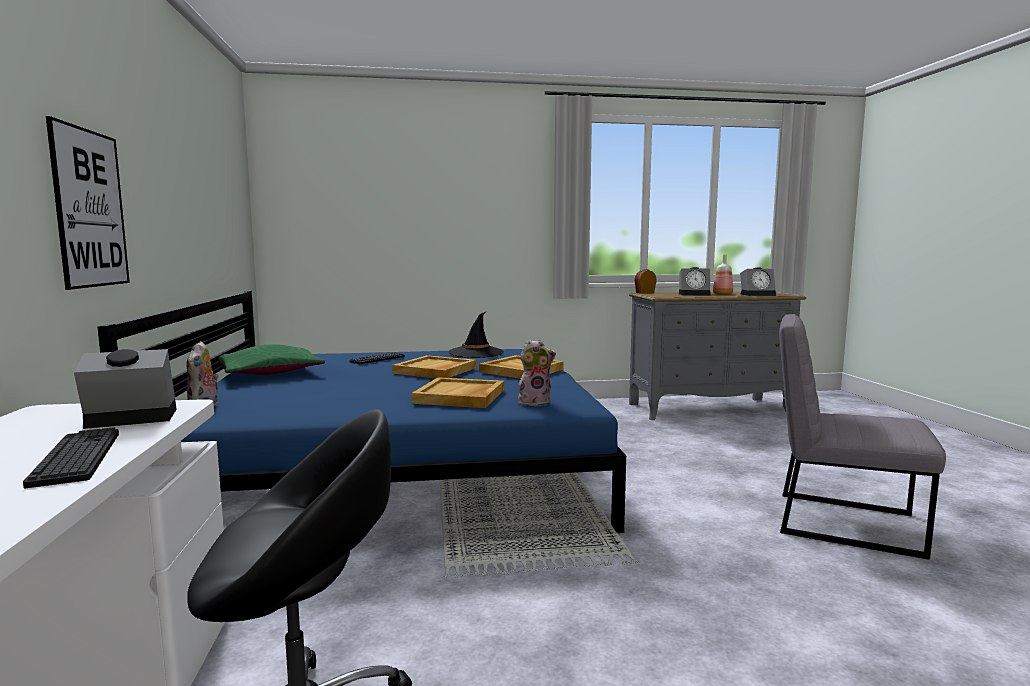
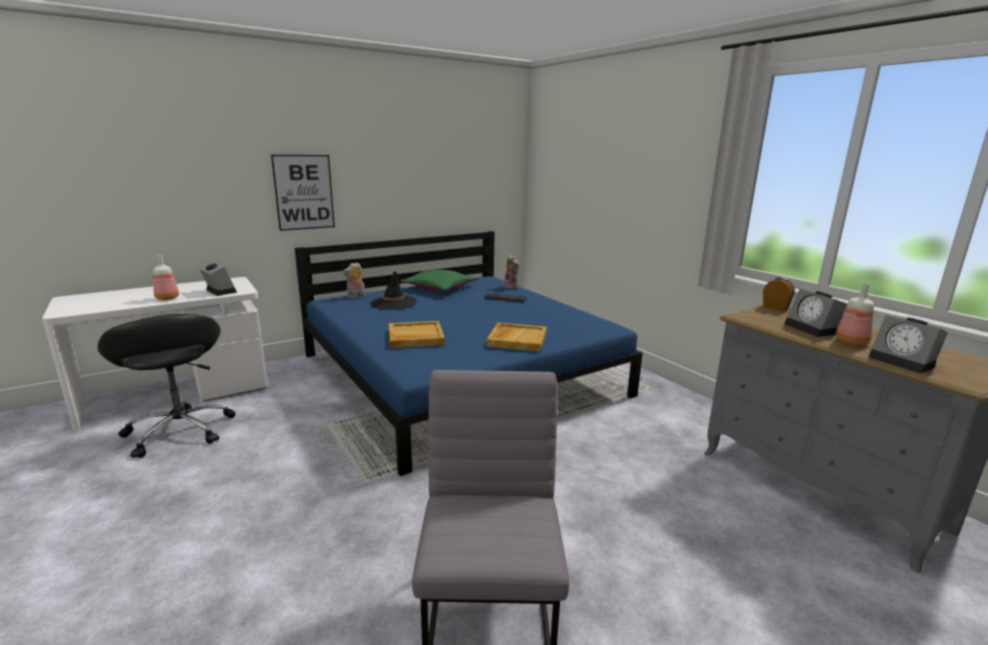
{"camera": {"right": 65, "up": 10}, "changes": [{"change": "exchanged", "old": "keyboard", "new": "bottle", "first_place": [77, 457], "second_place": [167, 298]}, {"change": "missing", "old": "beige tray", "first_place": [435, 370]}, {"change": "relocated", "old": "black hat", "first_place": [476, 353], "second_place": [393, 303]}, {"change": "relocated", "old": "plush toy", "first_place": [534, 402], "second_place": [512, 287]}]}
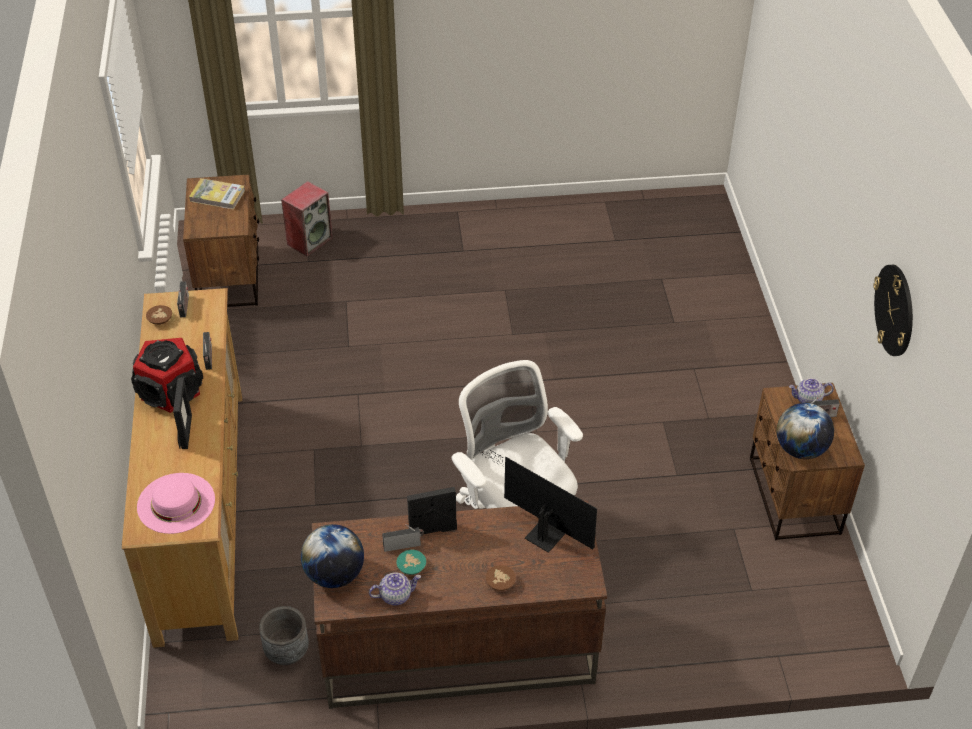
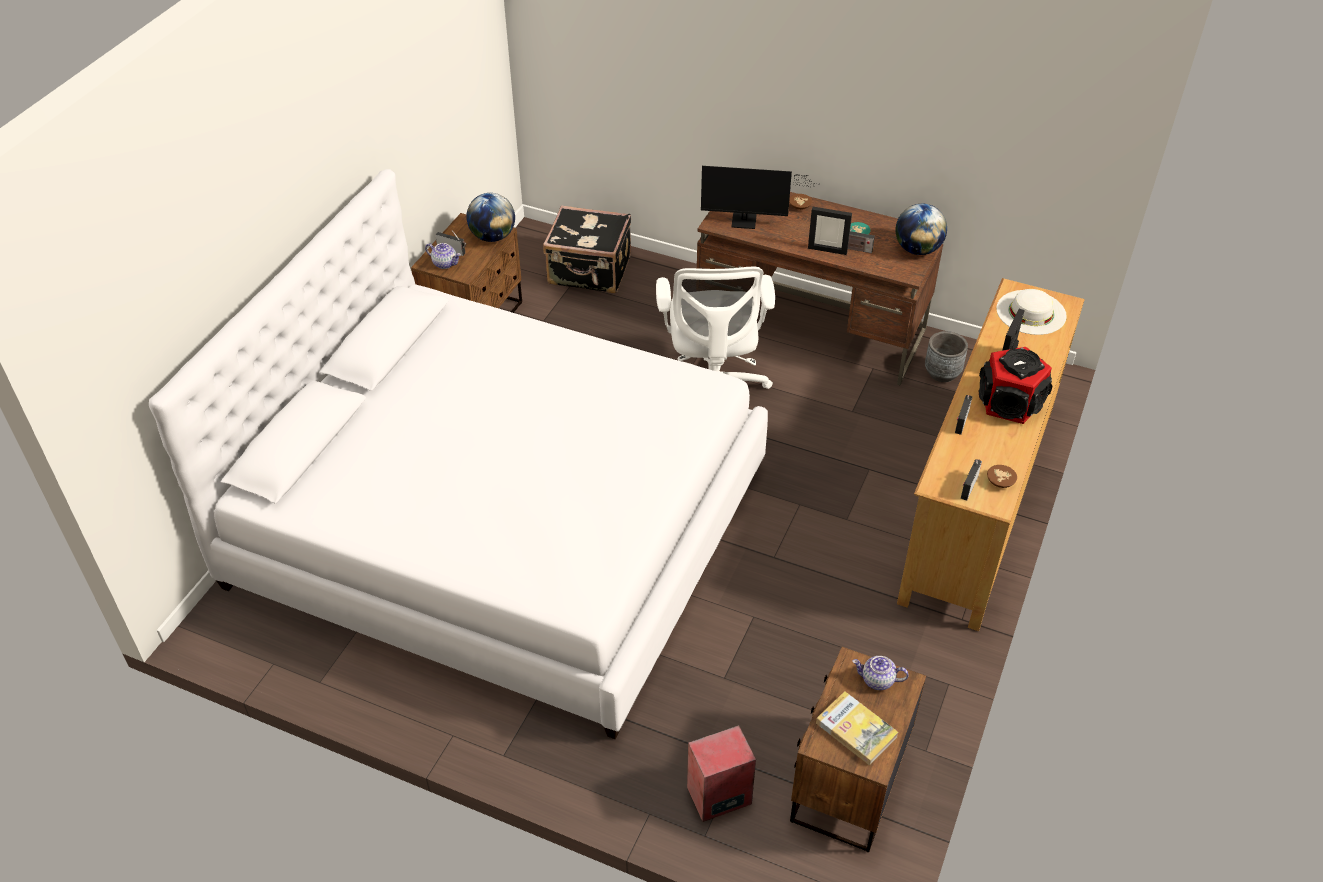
{"camera": {"right": -150, "up": 0}, "changes": [{"change": "colour", "old": "pink hat", "new": "white hat", "first_place": [176, 503], "second_place": [1031, 312]}, {"change": "relocated", "old": "teapot", "first_place": [395, 595], "second_place": [877, 680]}, {"change": "spun", "old": "monitor", "first_place": [541, 532], "second_place": [748, 222], "degrees": -60}, {"change": "missing", "old": "wall clock", "first_place": [895, 310]}, {"change": "appeared", "new": "white bed", "second_place": [500, 525]}, {"change": "appeared", "new": "black suitcase", "second_place": [589, 271]}]}
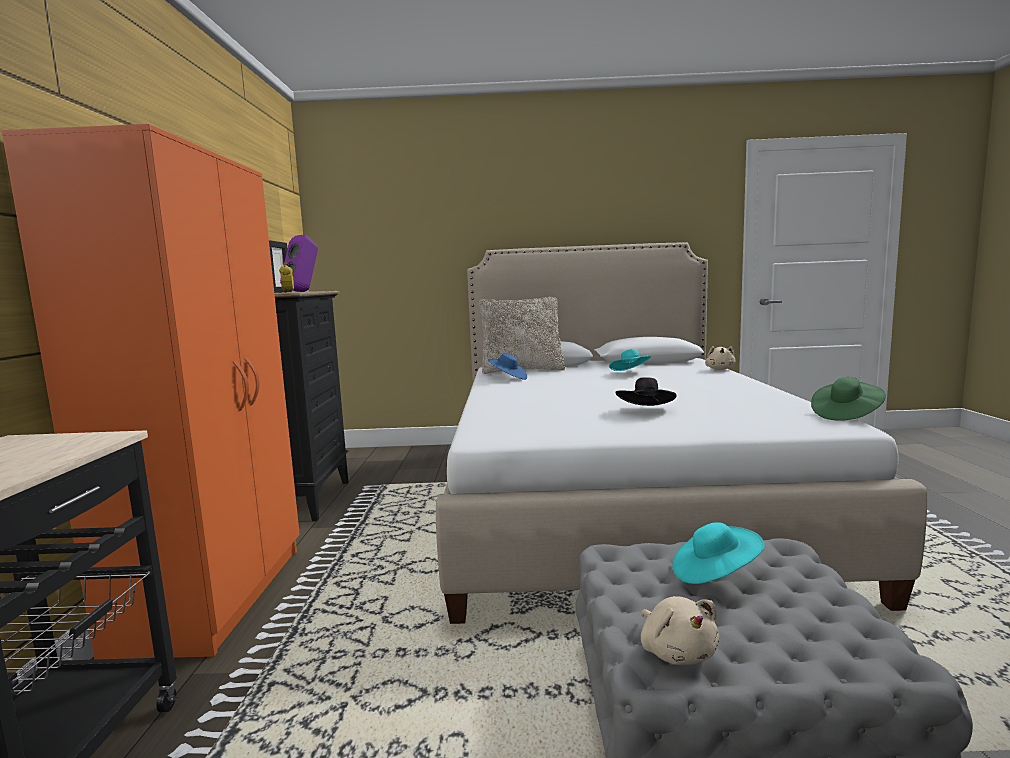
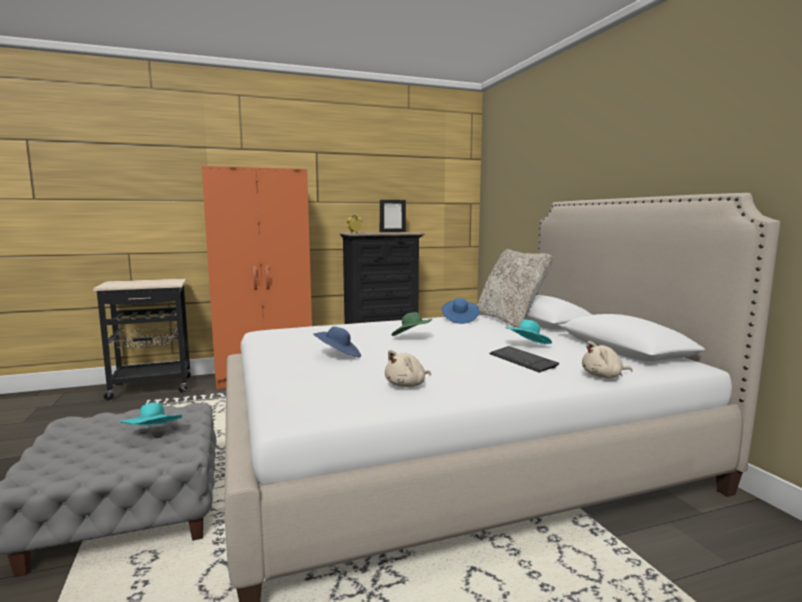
{"camera": {"right": 70, "up": 0}, "changes": [{"change": "missing", "old": "purple speaker", "first_place": [303, 291]}, {"change": "colour", "old": "black hat", "new": "blue hat", "first_place": [646, 411], "second_place": [338, 356]}, {"change": "relocated", "old": "beige plush toy", "first_place": [676, 652], "second_place": [407, 385]}, {"change": "relocated", "old": "green hat", "first_place": [845, 415], "second_place": [412, 337]}, {"change": "appeared", "new": "keyboard", "second_place": [522, 360]}]}
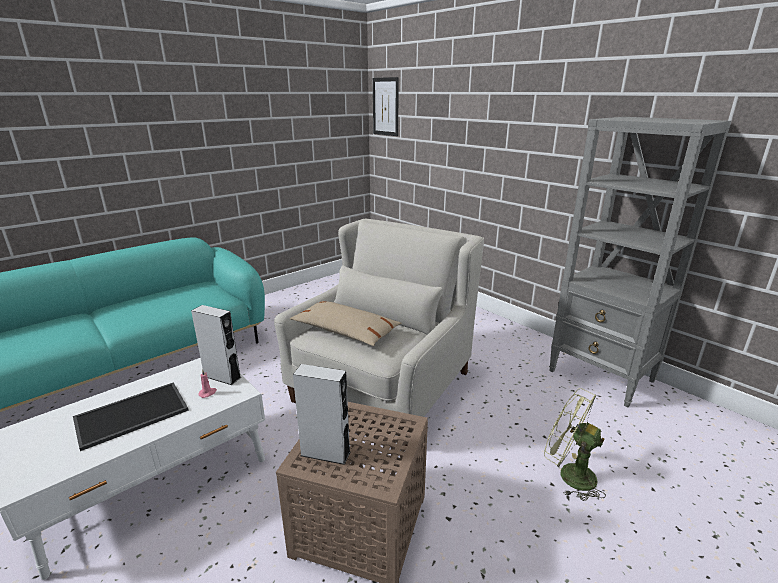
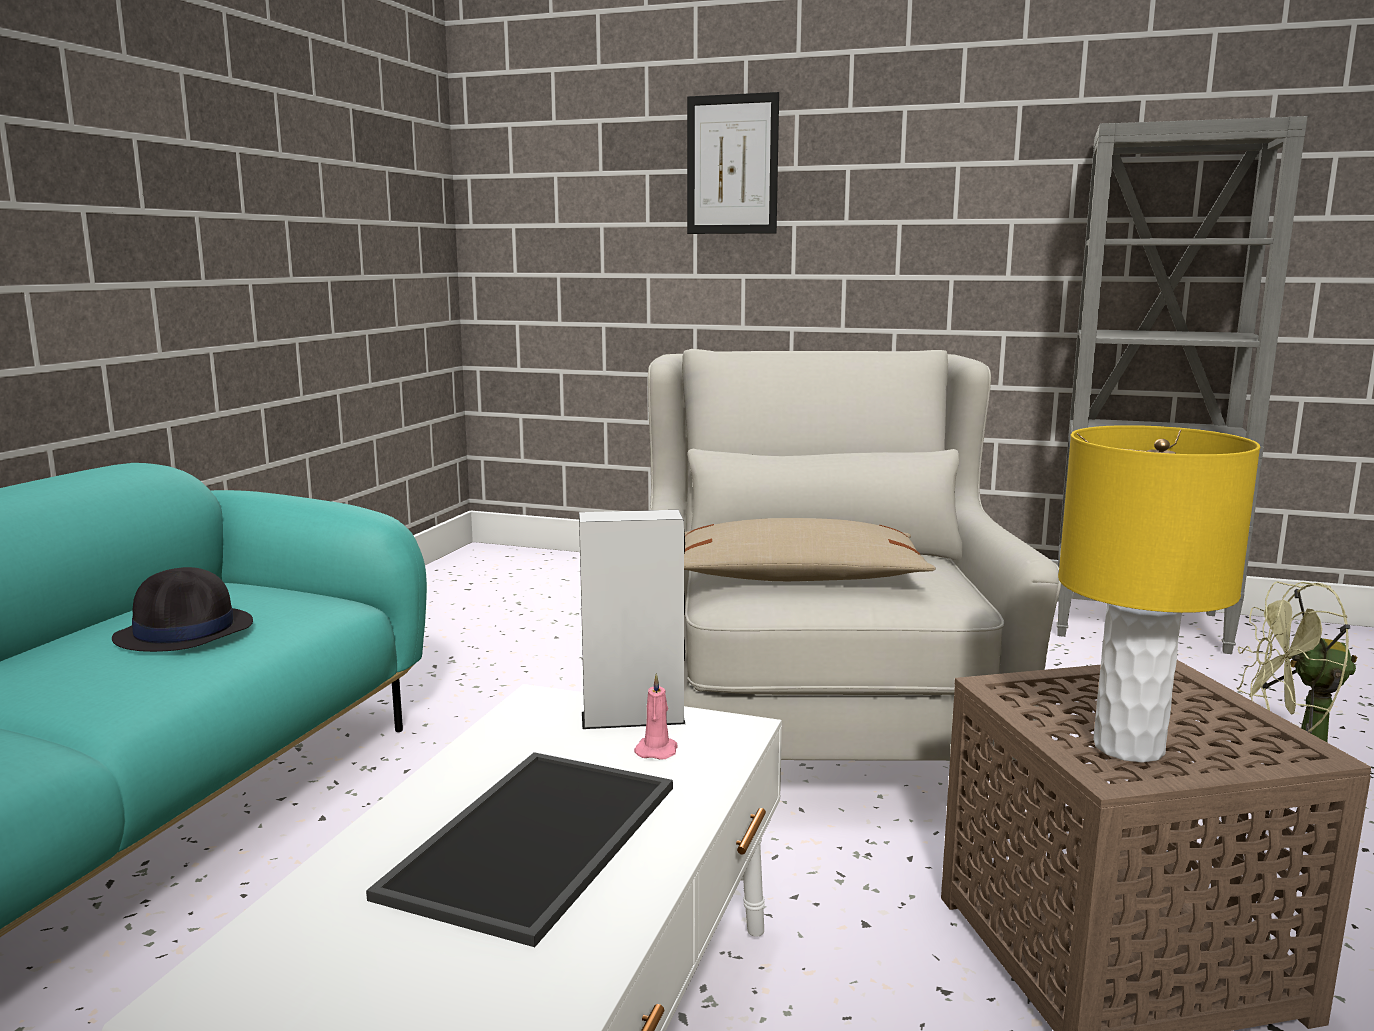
{"camera": {"right": -30, "up": -10}, "changes": [{"change": "exchanged", "old": "grey speaker", "new": "yellow table lamp", "first_place": [325, 453], "second_place": [1127, 747]}, {"change": "relocated", "old": "picture", "first_place": [385, 106], "second_place": [732, 165]}, {"change": "appeared", "new": "black hat", "second_place": [185, 632]}]}
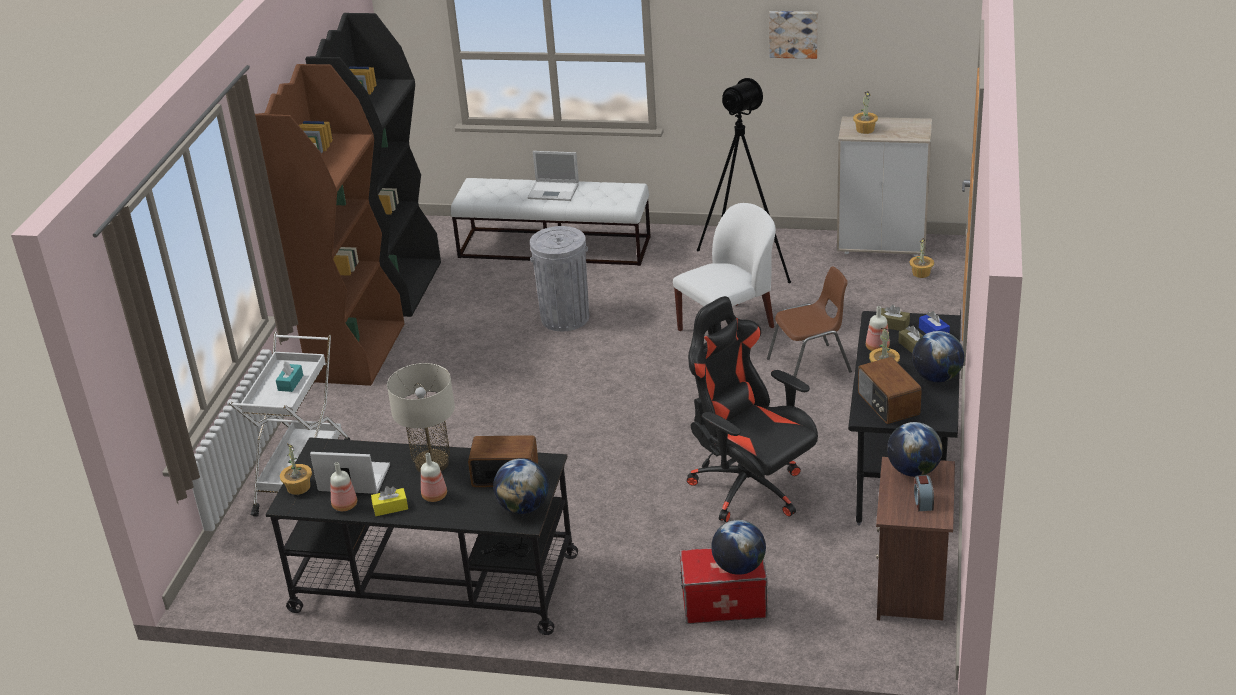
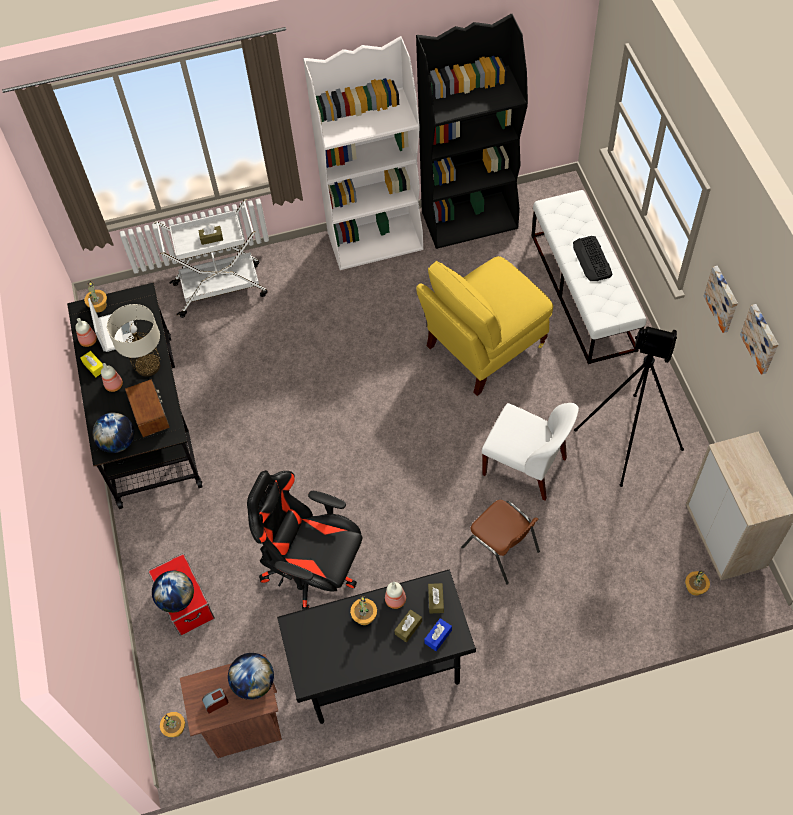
{"camera": {"right": 65, "up": 25}, "changes": [{"change": "colour", "old": "brown bookcase", "new": "white bookcase", "first_place": [357, 352], "second_place": [375, 240]}, {"change": "colour", "old": "turquoise tissue box", "new": "brown tissue box", "first_place": [290, 383], "second_place": [211, 238]}, {"change": "exchanged", "old": "laptop", "new": "keyboard", "first_place": [554, 191], "second_place": [592, 259]}, {"change": "exchanged", "old": "grey trash can", "new": "yellow chair", "first_place": [565, 318], "second_place": [484, 347]}, {"change": "spun", "old": "black office chair", "first_place": [753, 493], "second_place": [316, 572], "degrees": -90}, {"change": "relocated", "old": "potted plant", "first_place": [865, 129], "second_place": [175, 728]}, {"change": "missing", "old": "radio", "first_place": [887, 404]}, {"change": "missing", "old": "globe", "first_place": [937, 377]}, {"change": "appeared", "new": "picture", "second_place": [723, 298]}]}
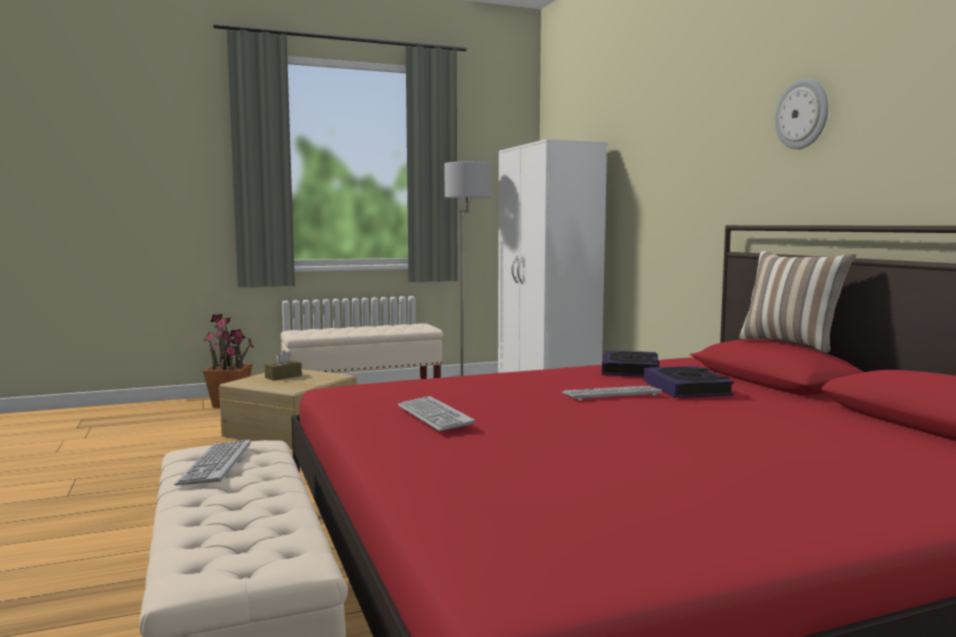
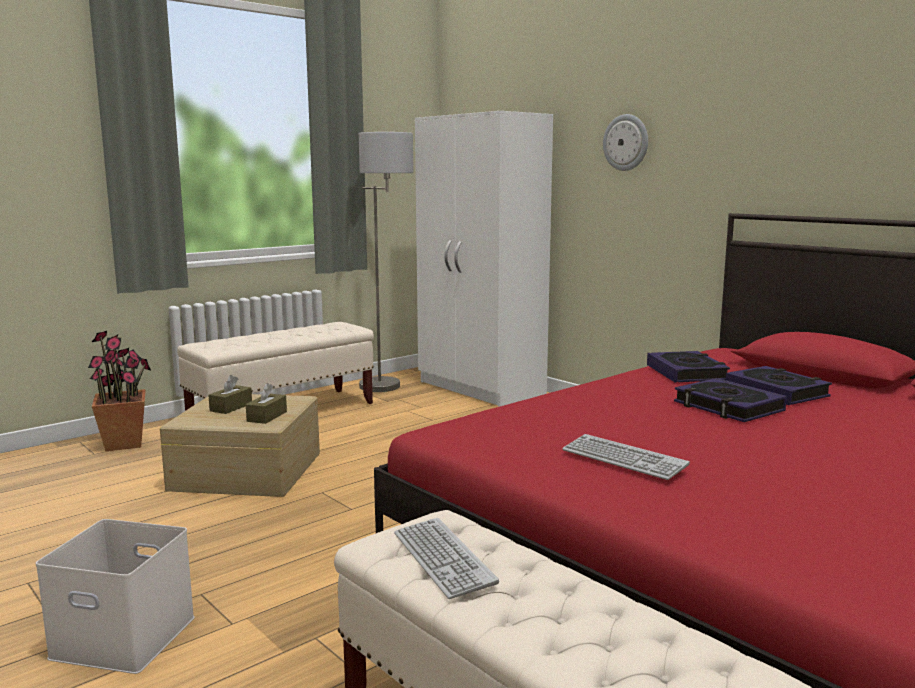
{"camera": {"right": -20, "up": 5}, "changes": [{"change": "exchanged", "old": "keyboard", "new": "book", "first_place": [611, 394], "second_place": [728, 407]}, {"change": "missing", "old": "pillow", "first_place": [792, 343]}, {"change": "relocated", "old": "wall clock", "first_place": [802, 114], "second_place": [626, 142]}, {"change": "appeared", "new": "white storage box", "second_place": [120, 638]}, {"change": "appeared", "new": "brown tissue box", "second_place": [267, 416]}]}
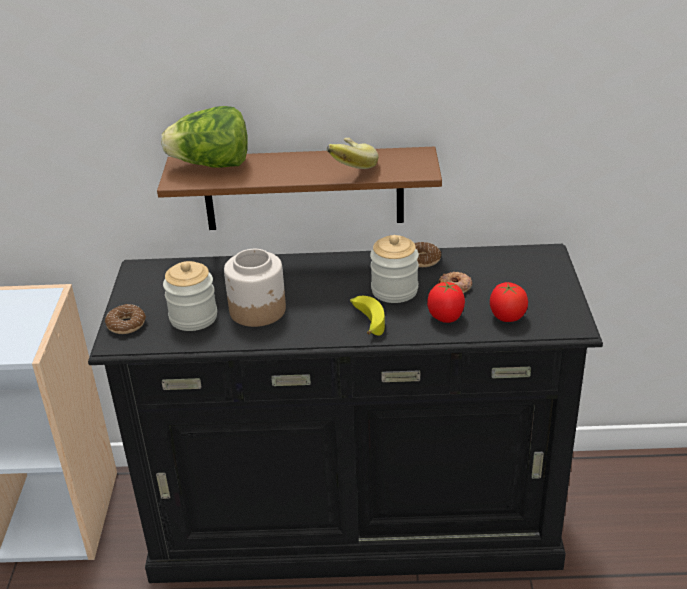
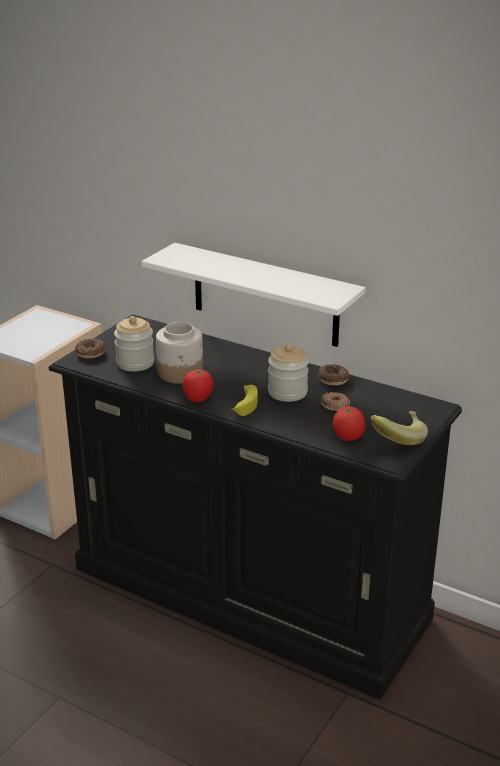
{"camera": {"right": 30, "up": -5}, "changes": [{"change": "colour", "old": "brown shelf", "new": "white shelf", "first_place": [303, 189], "second_place": [265, 295]}, {"change": "missing", "old": "lettuce", "first_place": [212, 165]}, {"change": "relocated", "old": "banana", "first_place": [347, 168], "second_place": [397, 438]}, {"change": "relocated", "old": "tomato", "first_place": [446, 317], "second_place": [197, 398]}]}
